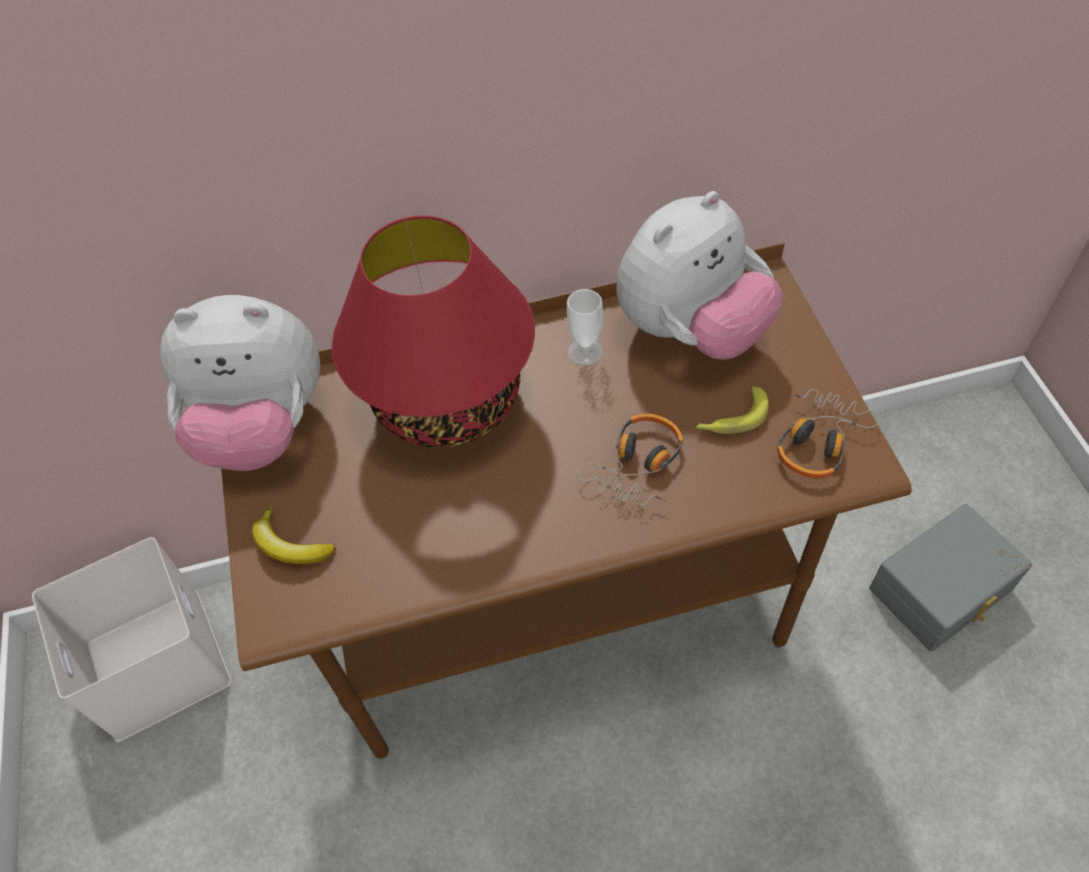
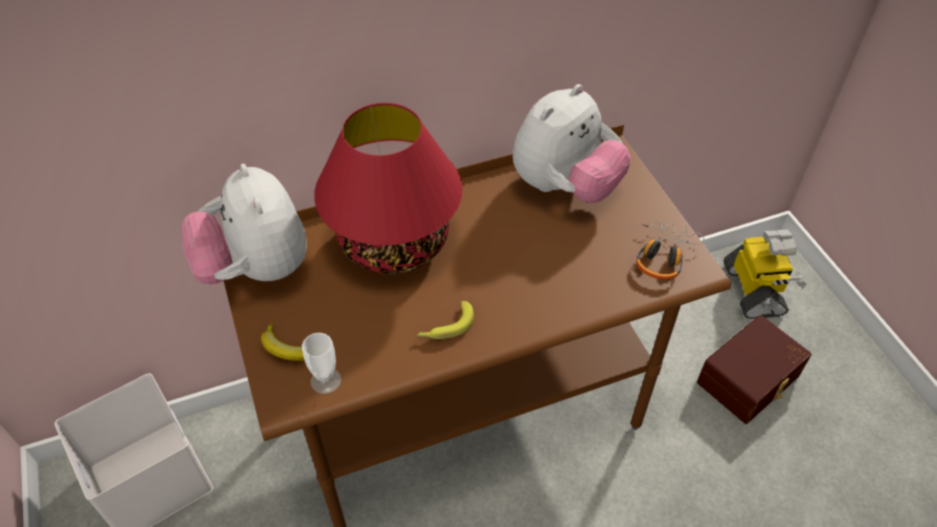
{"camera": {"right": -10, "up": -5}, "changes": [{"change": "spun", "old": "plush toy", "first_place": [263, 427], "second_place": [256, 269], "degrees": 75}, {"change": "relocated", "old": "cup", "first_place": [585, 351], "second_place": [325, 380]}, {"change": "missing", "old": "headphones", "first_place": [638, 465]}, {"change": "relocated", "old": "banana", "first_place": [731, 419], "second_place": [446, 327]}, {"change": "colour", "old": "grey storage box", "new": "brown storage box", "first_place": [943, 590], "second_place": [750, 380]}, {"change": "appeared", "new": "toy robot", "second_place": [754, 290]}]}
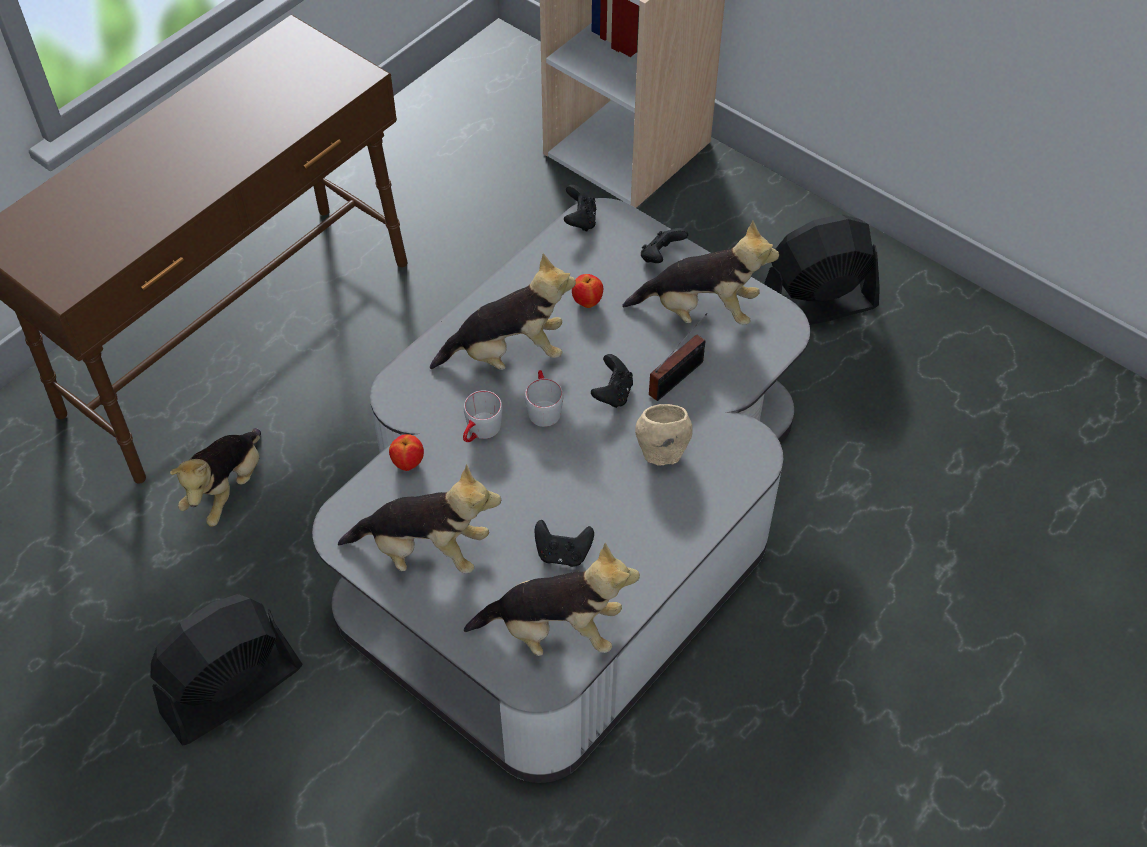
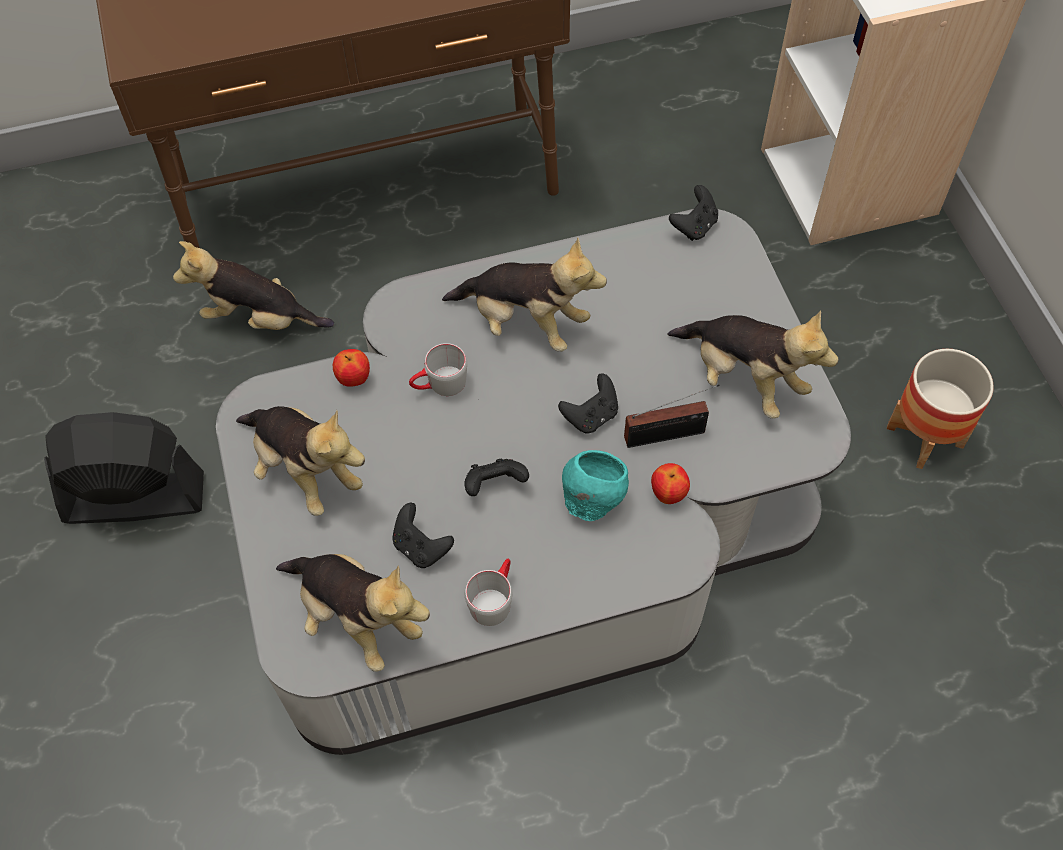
{"camera": {"right": 35, "up": 5}, "changes": [{"change": "spun", "old": "plush toy", "first_place": [227, 489], "second_place": [260, 319], "degrees": 45}, {"change": "relocated", "old": "grey mug", "first_place": [543, 407], "second_place": [494, 598]}, {"change": "relocated", "old": "apple", "first_place": [587, 302], "second_place": [668, 494]}, {"change": "colour", "old": "beige bowl", "new": "turquoise bowl", "first_place": [662, 451], "second_place": [592, 501]}, {"change": "relocated", "old": "black game controller", "first_place": [661, 256], "second_place": [495, 485]}, {"change": "exchanged", "old": "black fan", "new": "planter", "first_place": [816, 305], "second_place": [924, 436]}]}
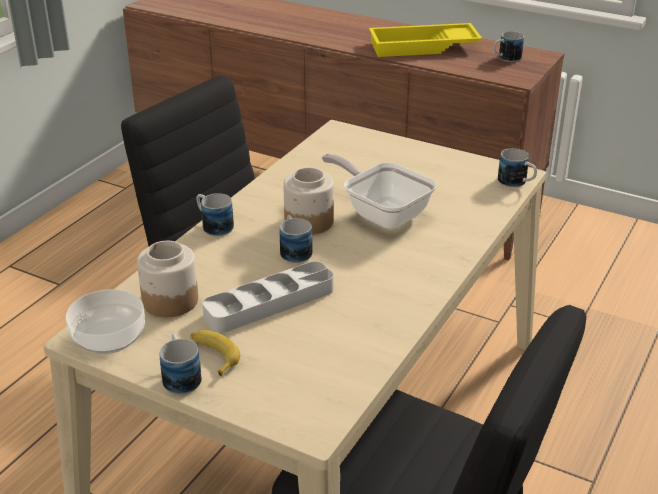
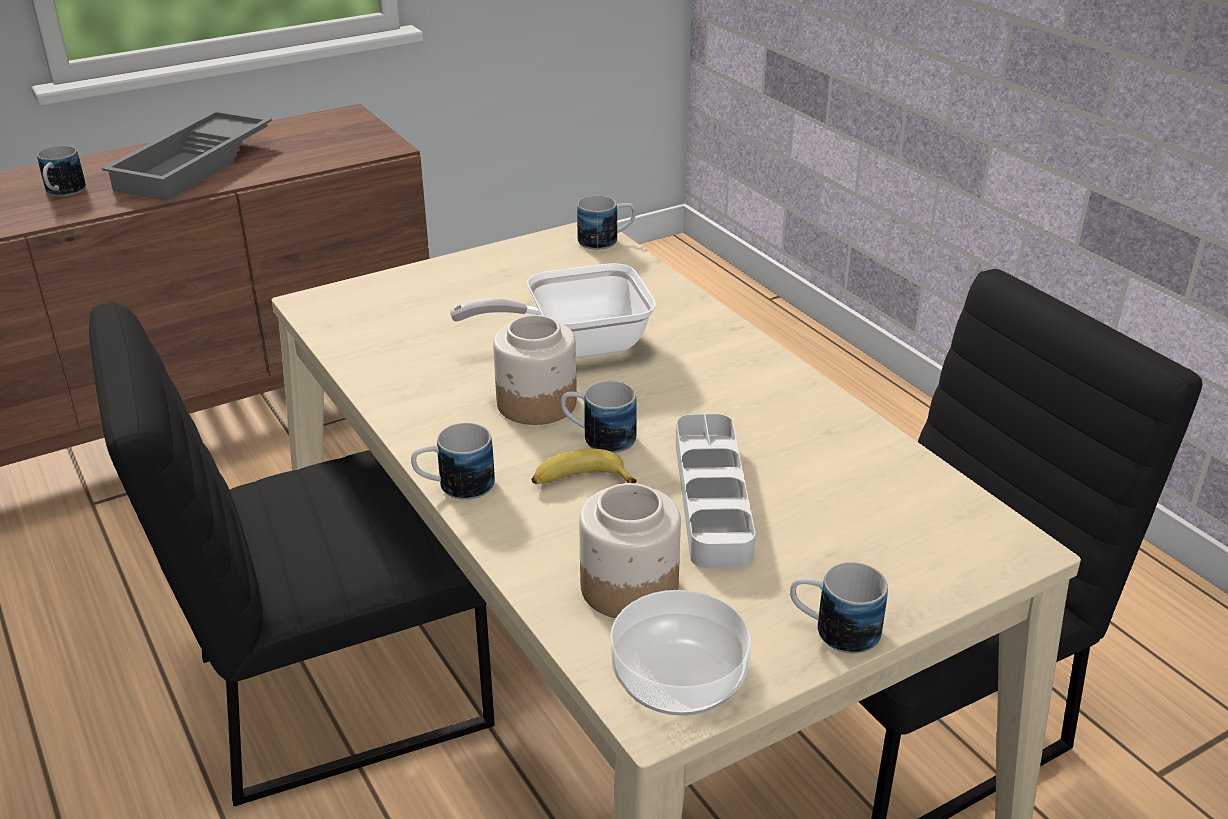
{"camera": {"right": -60, "up": 0}, "changes": [{"change": "relocated", "old": "banana", "first_place": [213, 355], "second_place": [580, 481]}, {"change": "colour", "old": "yellow tray", "new": "grey tray", "first_place": [423, 47], "second_place": [195, 166]}, {"change": "relocated", "old": "mug", "first_place": [505, 58], "second_place": [62, 193]}]}
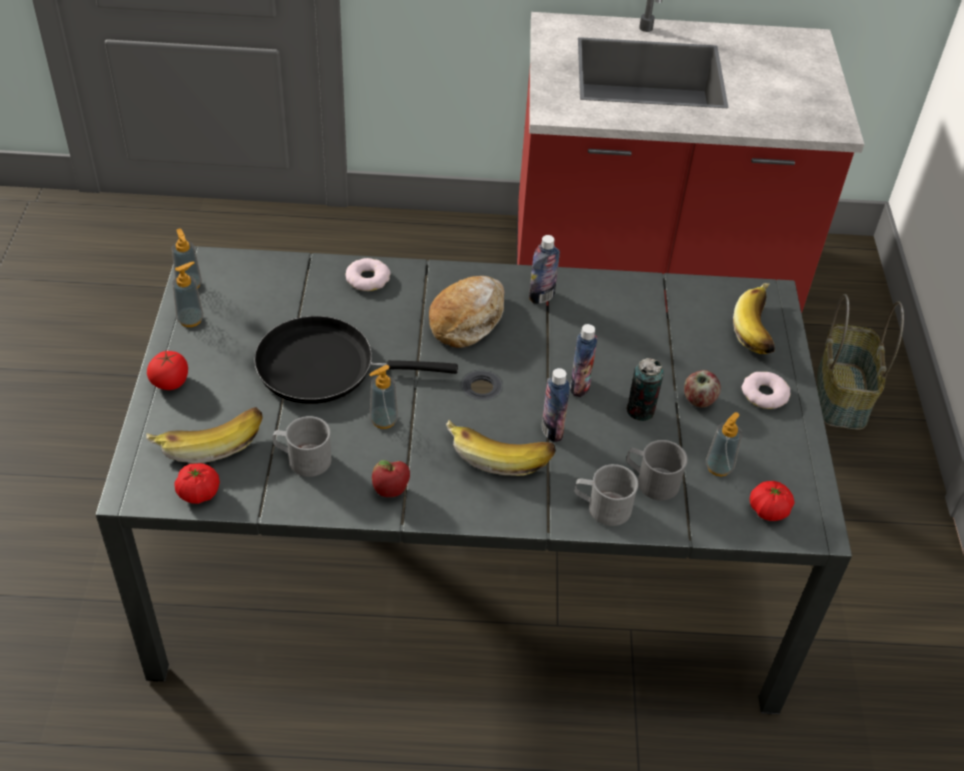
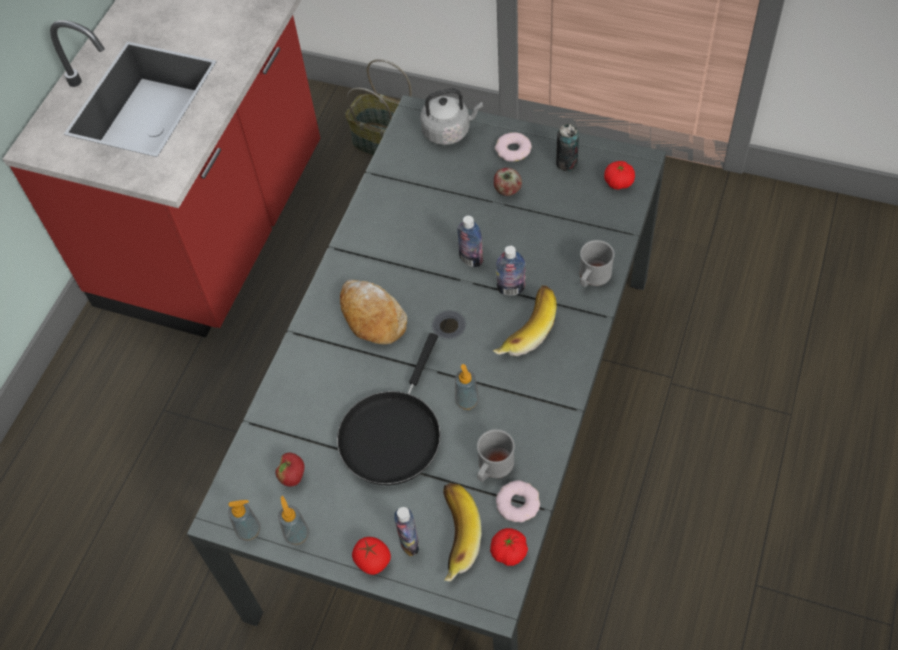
{"camera": {"right": -65, "up": 10}, "changes": [{"change": "relocated", "old": "donut", "first_place": [368, 278], "second_place": [518, 503]}, {"change": "relocated", "old": "apple", "first_place": [390, 491], "second_place": [293, 477]}, {"change": "relocated", "old": "bottle", "first_place": [541, 296], "second_place": [409, 543]}, {"change": "relocated", "old": "can", "first_place": [640, 411], "second_place": [566, 163]}, {"change": "missing", "old": "grey mug", "first_place": [651, 481]}, {"change": "missing", "old": "soap dispenser", "first_place": [718, 467]}, {"change": "exchanged", "old": "banana", "new": "grey kettle", "first_place": [761, 330], "second_place": [449, 131]}]}
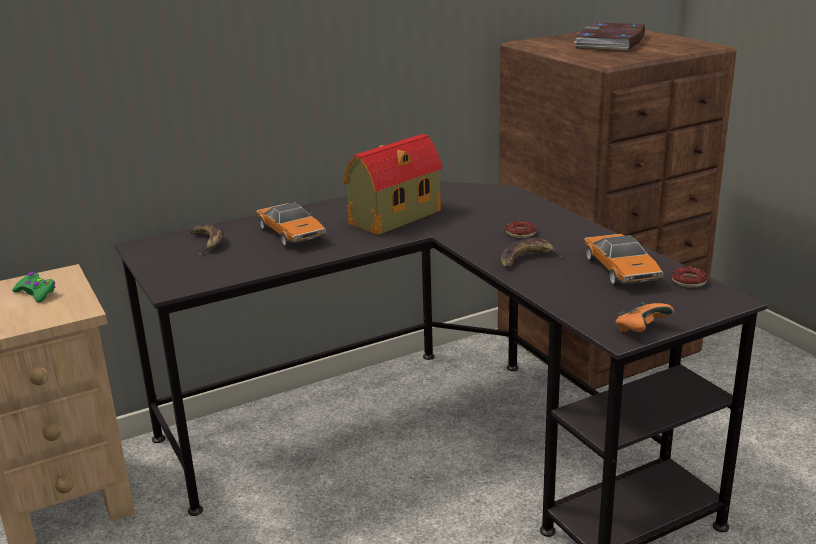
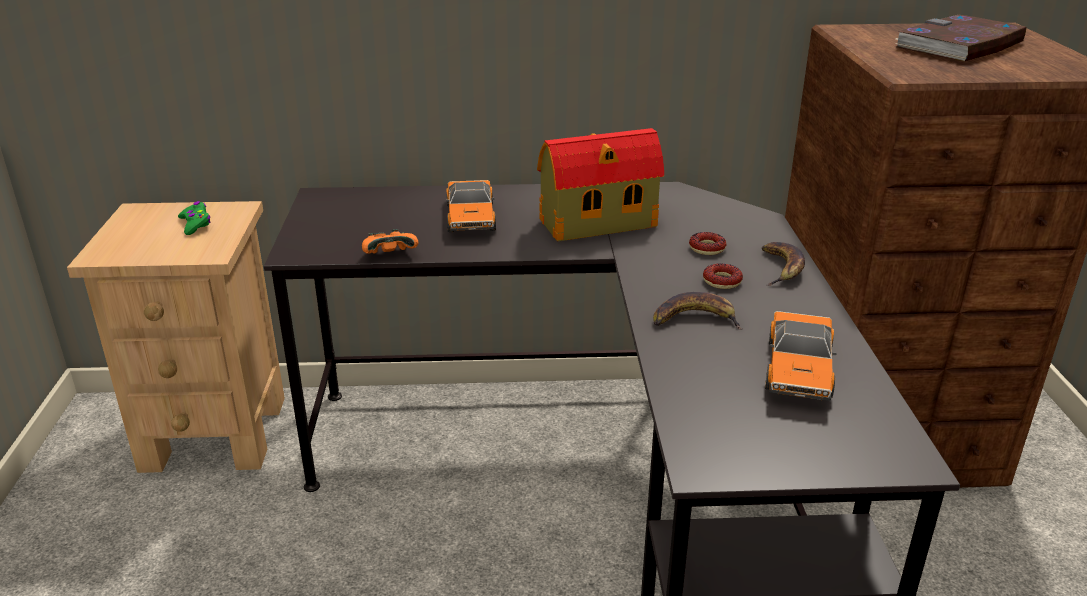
{"camera": {"right": 25, "up": 5}, "changes": [{"change": "relocated", "old": "banana", "first_place": [208, 242], "second_place": [781, 268]}, {"change": "relocated", "old": "orange game controller", "first_place": [641, 330], "second_place": [390, 255]}, {"change": "relocated", "old": "donut", "first_place": [689, 281], "second_place": [707, 248]}]}
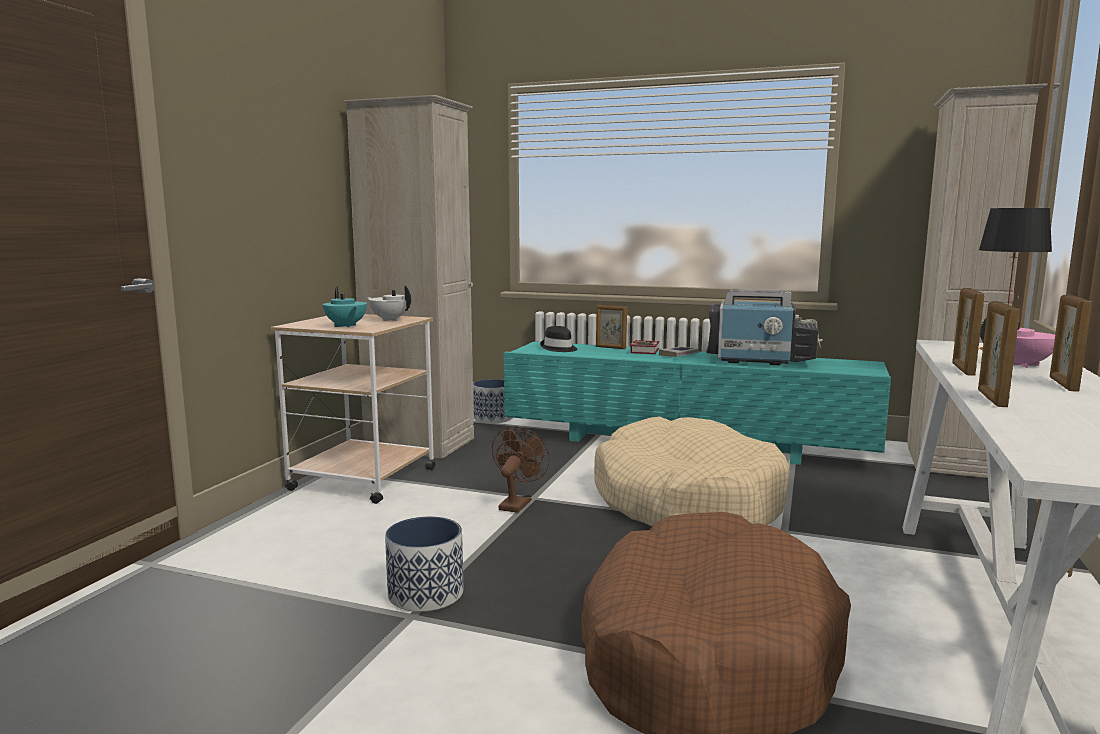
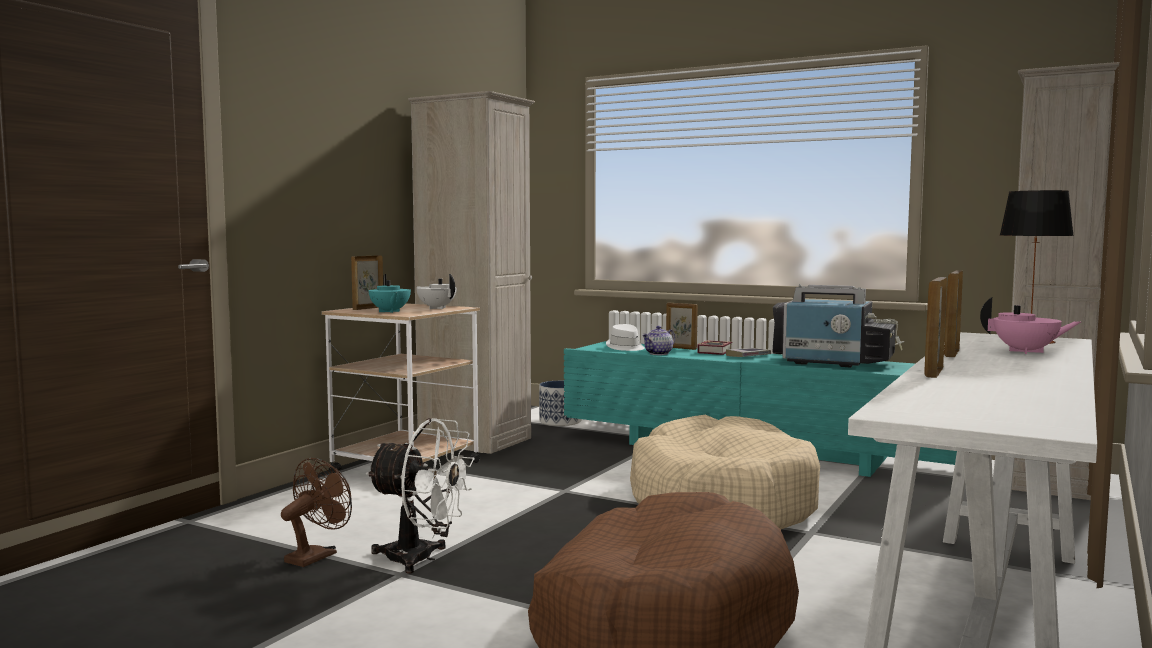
{"camera": {"right": 10, "up": -5}, "changes": [{"change": "exchanged", "old": "planter", "new": "white fan", "first_place": [425, 594], "second_place": [421, 559]}, {"change": "relocated", "old": "brown fan", "first_place": [517, 503], "second_place": [316, 555]}, {"change": "colour", "old": "black hat", "new": "white hat", "first_place": [559, 348], "second_place": [625, 347]}, {"change": "relocated", "old": "picture frame", "first_place": [1063, 384], "second_place": [368, 308]}, {"change": "appeared", "new": "teapot", "second_place": [659, 354]}]}
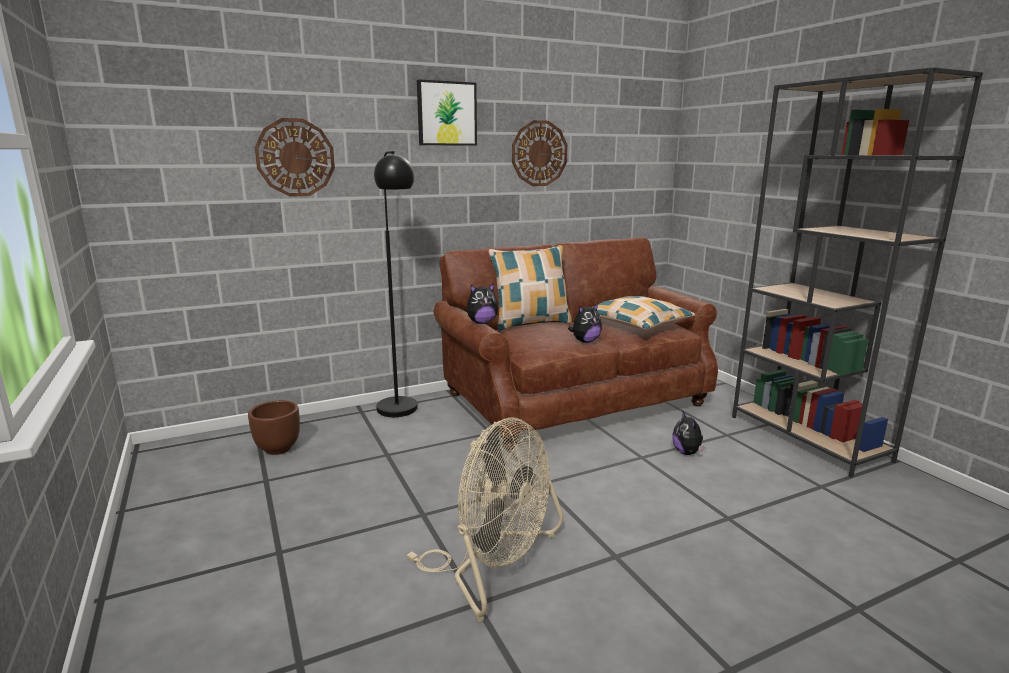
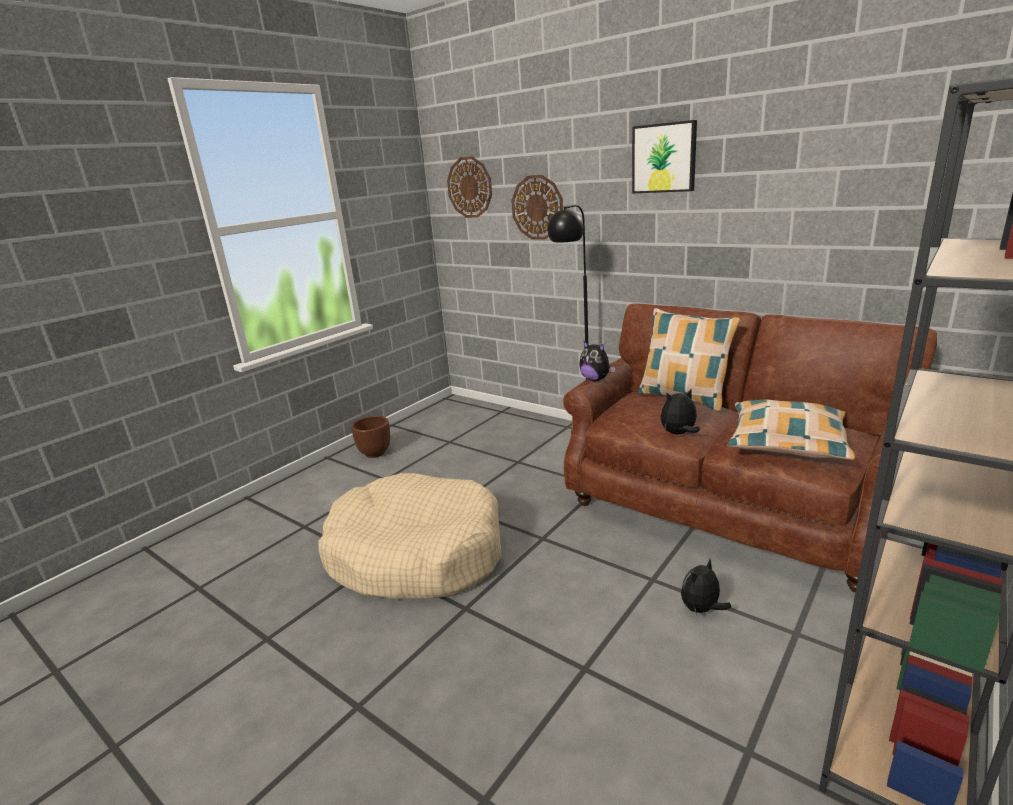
{"camera": {"right": 65, "up": 5}, "changes": [{"change": "relocated", "old": "brown planter", "first_place": [277, 449], "second_place": [374, 453]}, {"change": "exchanged", "old": "beige fan", "new": "beige dog bed", "first_place": [491, 566], "second_place": [416, 554]}, {"change": "relocated", "old": "wall clock", "first_place": [539, 153], "second_place": [469, 187]}, {"change": "spun", "old": "plush toy", "first_place": [585, 341], "second_place": [679, 434], "degrees": 135}]}
